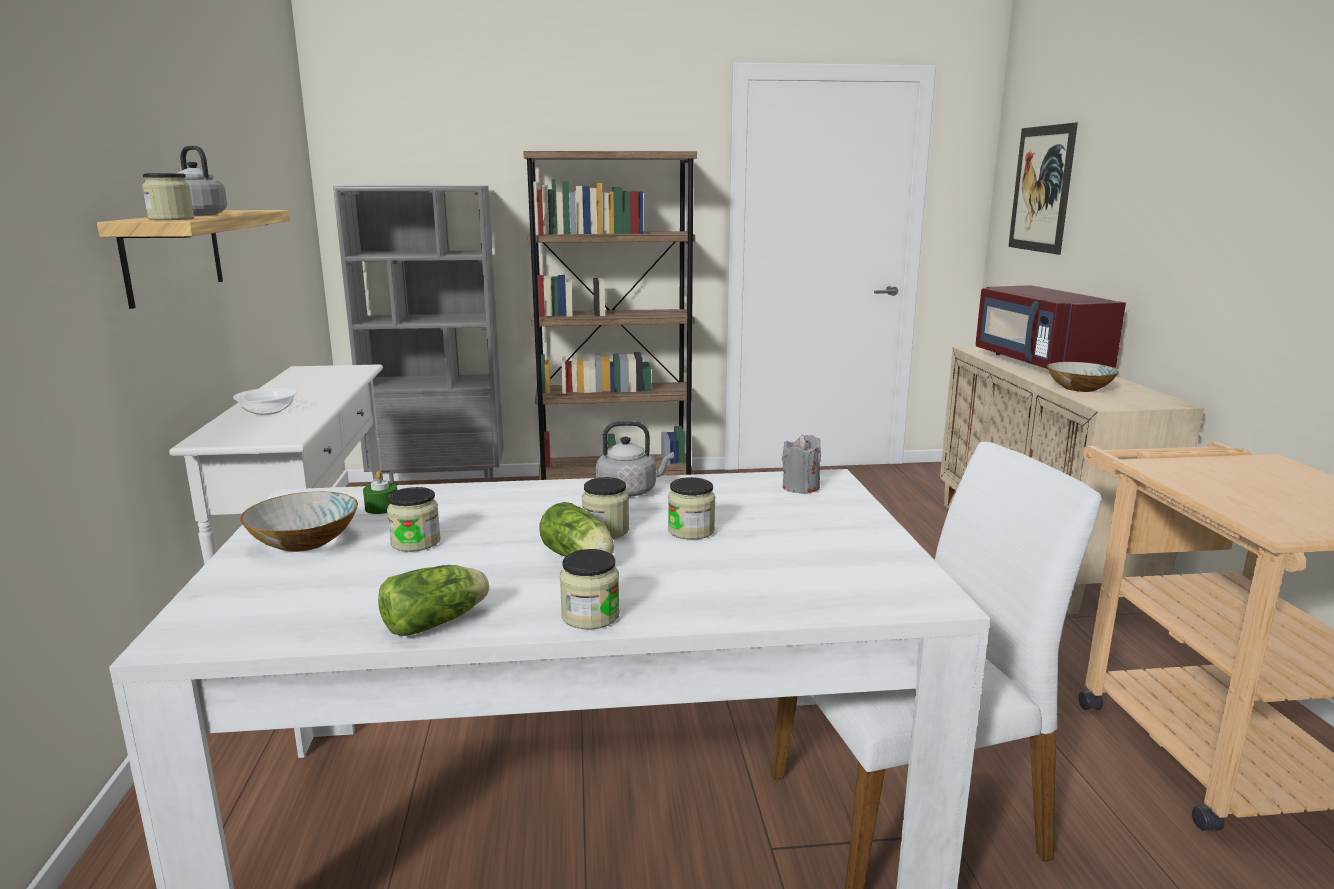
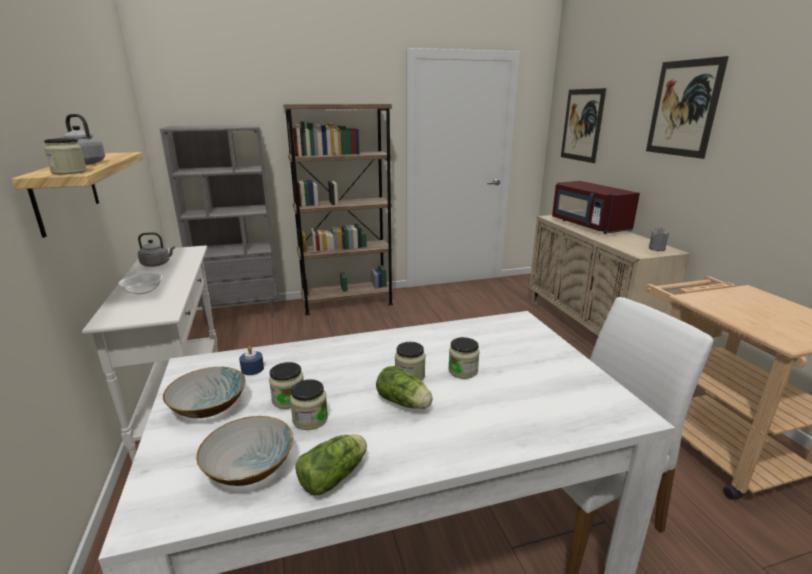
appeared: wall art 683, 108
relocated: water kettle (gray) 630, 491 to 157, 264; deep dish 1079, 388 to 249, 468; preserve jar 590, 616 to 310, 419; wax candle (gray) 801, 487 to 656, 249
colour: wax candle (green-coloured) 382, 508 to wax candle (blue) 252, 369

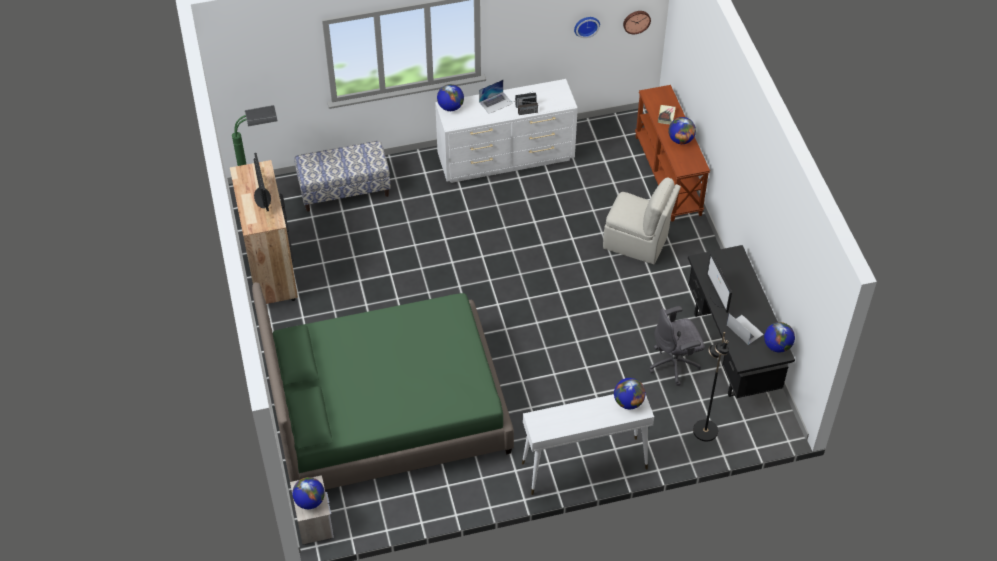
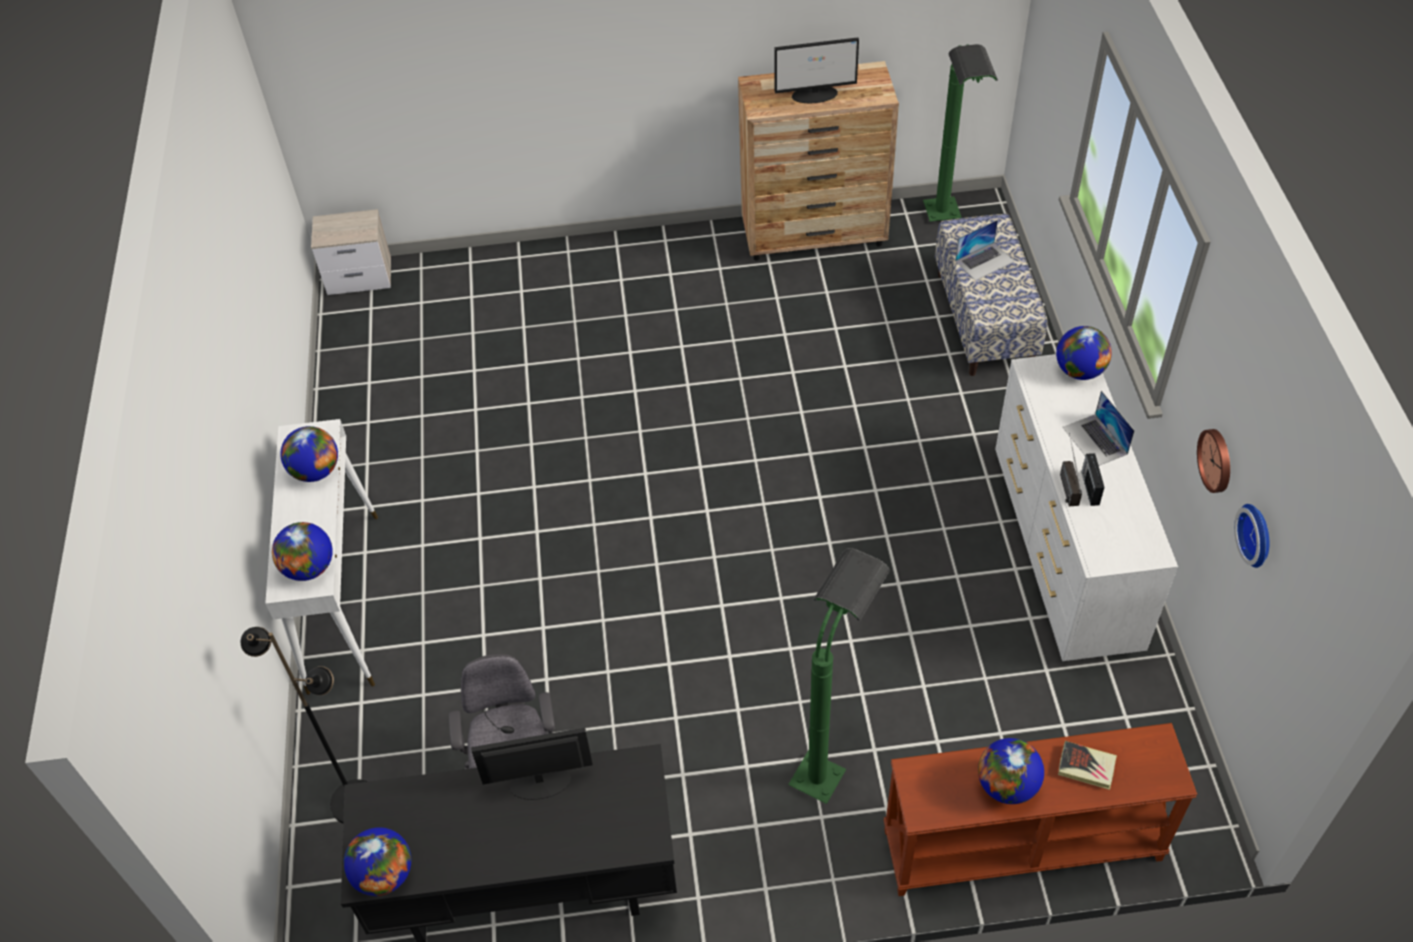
missing: bedroom bed (green-coloured) 387, 410
relocated: desk globe 310, 501 to 316, 471; laptop 744, 329 to 984, 261; clock on the wall 636, 21 to 1217, 460
exchanged: plain chair (sand-coloured) 637, 242 to floor lamp (green-coloured) 830, 754

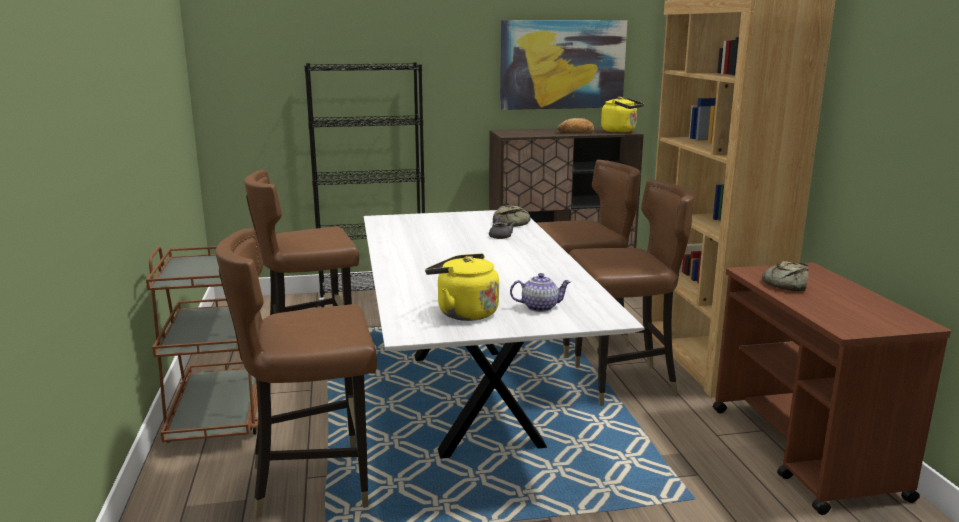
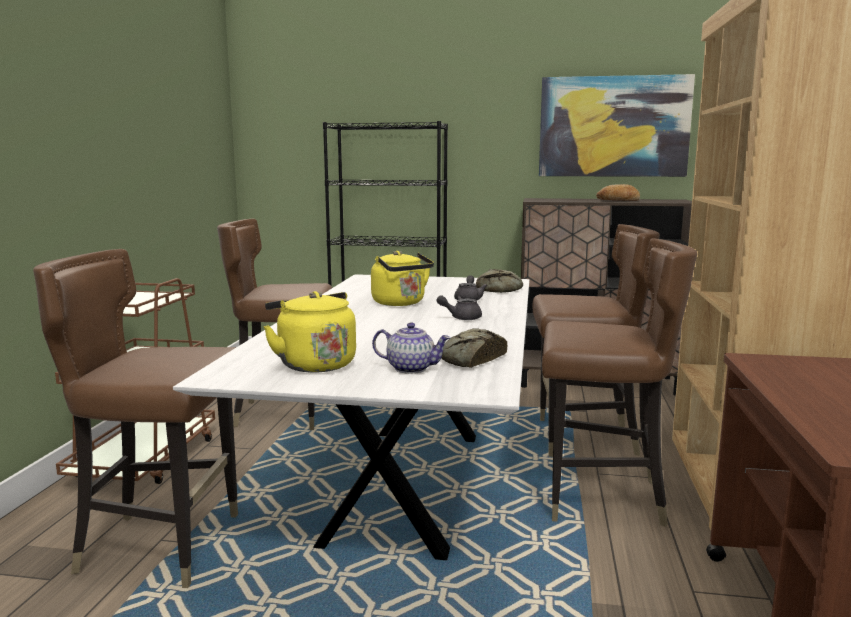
appeared: tea pot (gray) 461, 318
relocated: water kettle (yellow) 621, 131 to 401, 303; bakery bread 786, 284 to 471, 359

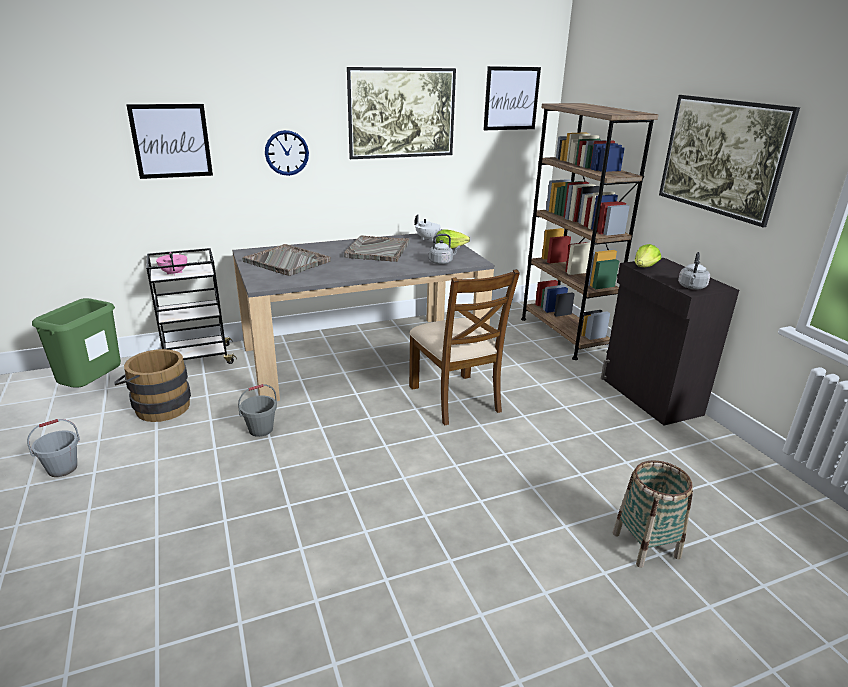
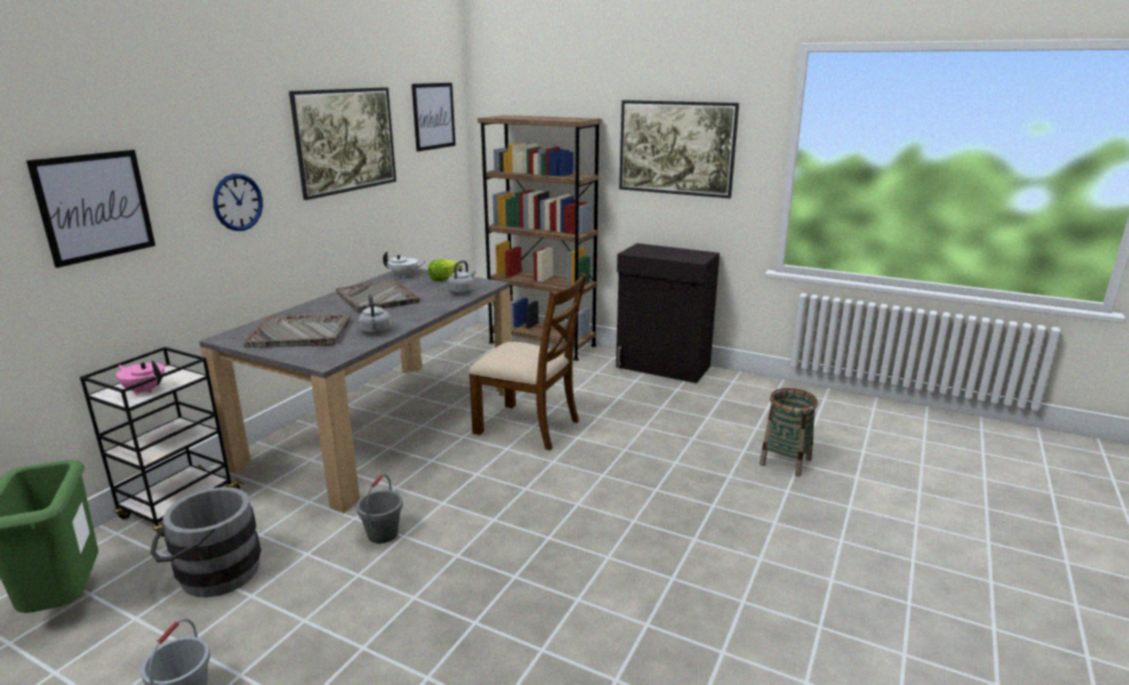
missing: head of lettuce 644, 268
relocated: water kettle (gray) 691, 287 to 375, 332
colour: water bucket (brownish) 158, 407 to water bucket (gray) 212, 574

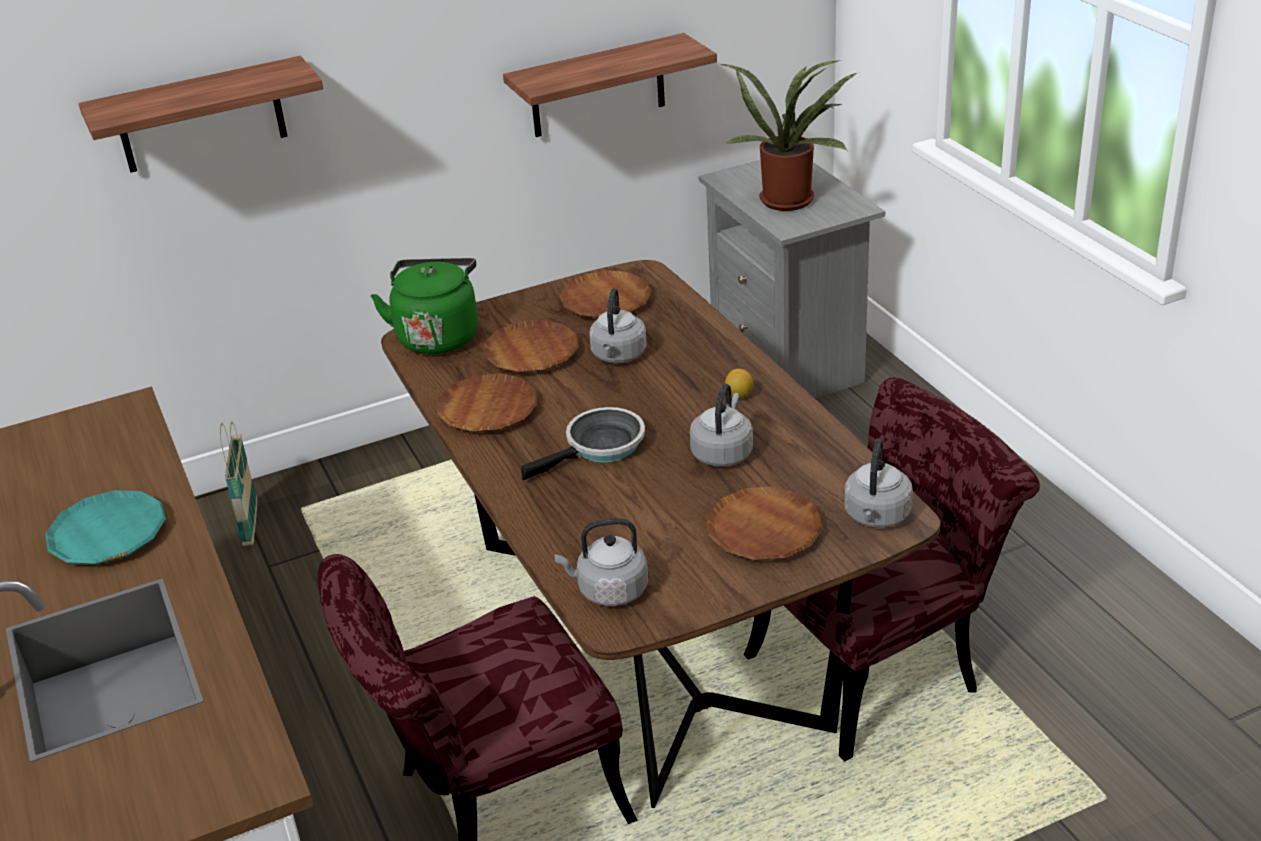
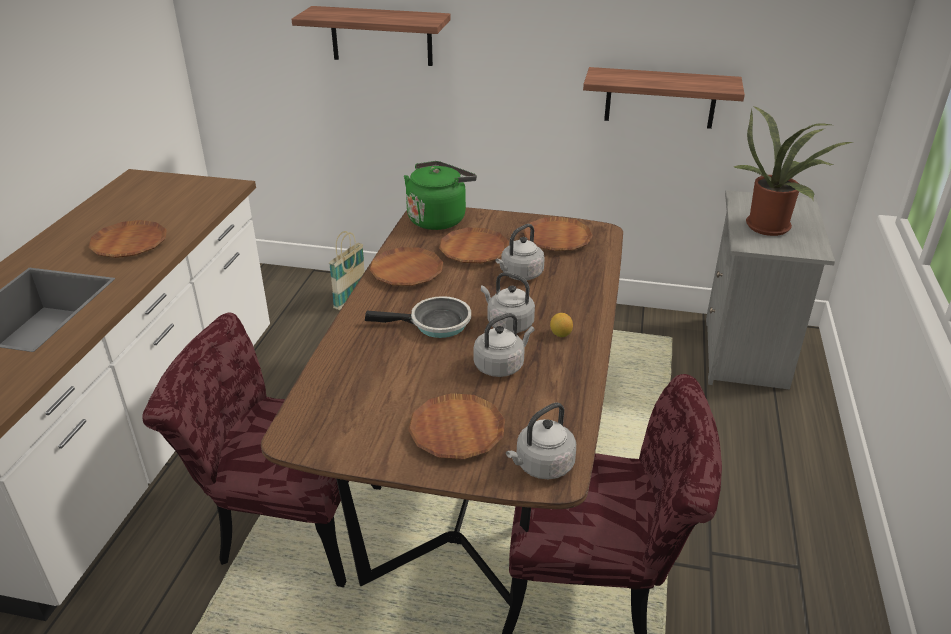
relocated: water kettle (gray) 609, 591 to 508, 324
colour: plate (turquoise) 108, 534 to plate (brownish) 129, 244

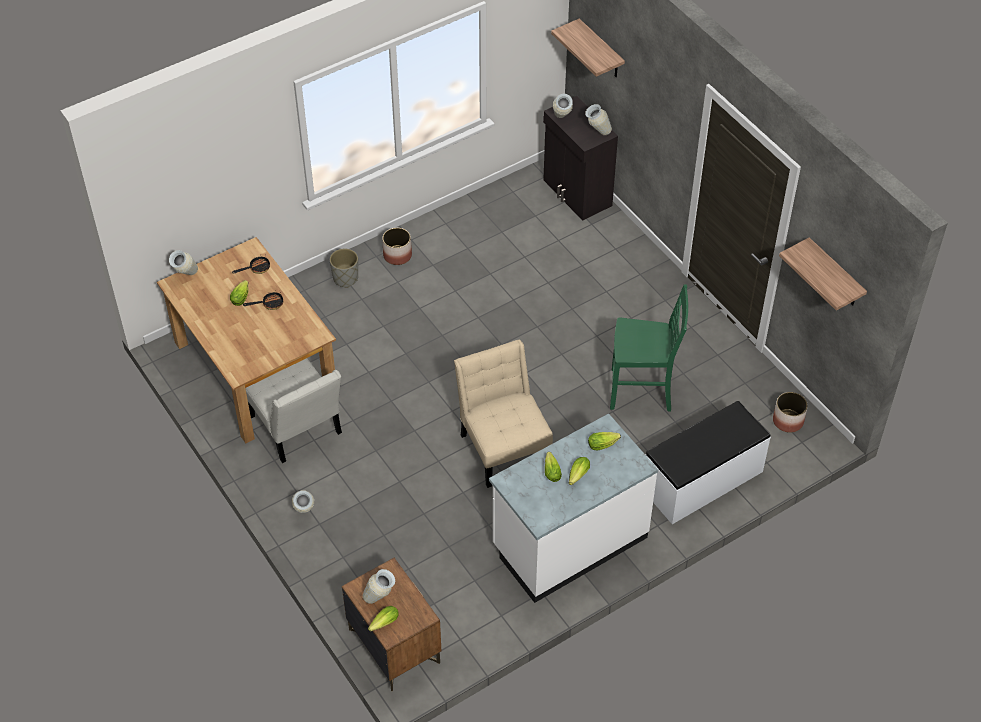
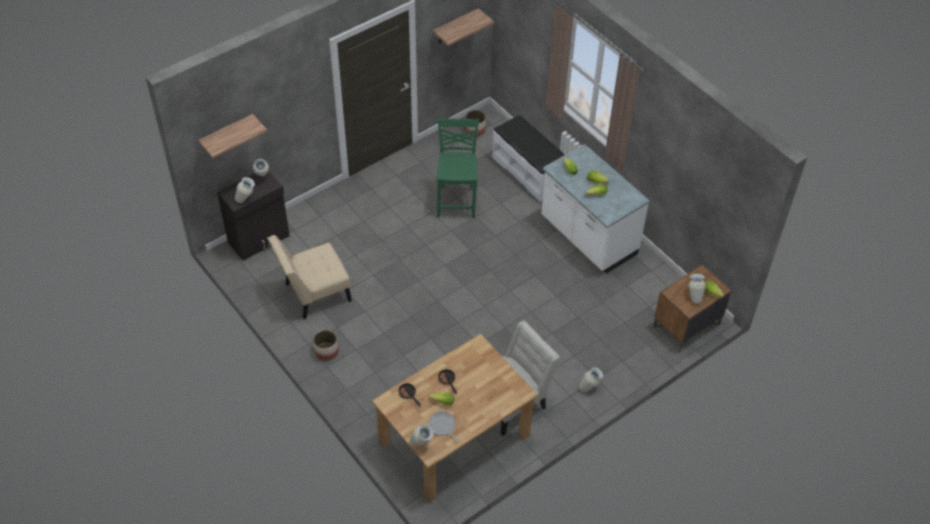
missing: planter (gray) 345, 278
appeared: skillet 443, 426
relocated: plain chair (sand-coloured) 503, 446 to 314, 293

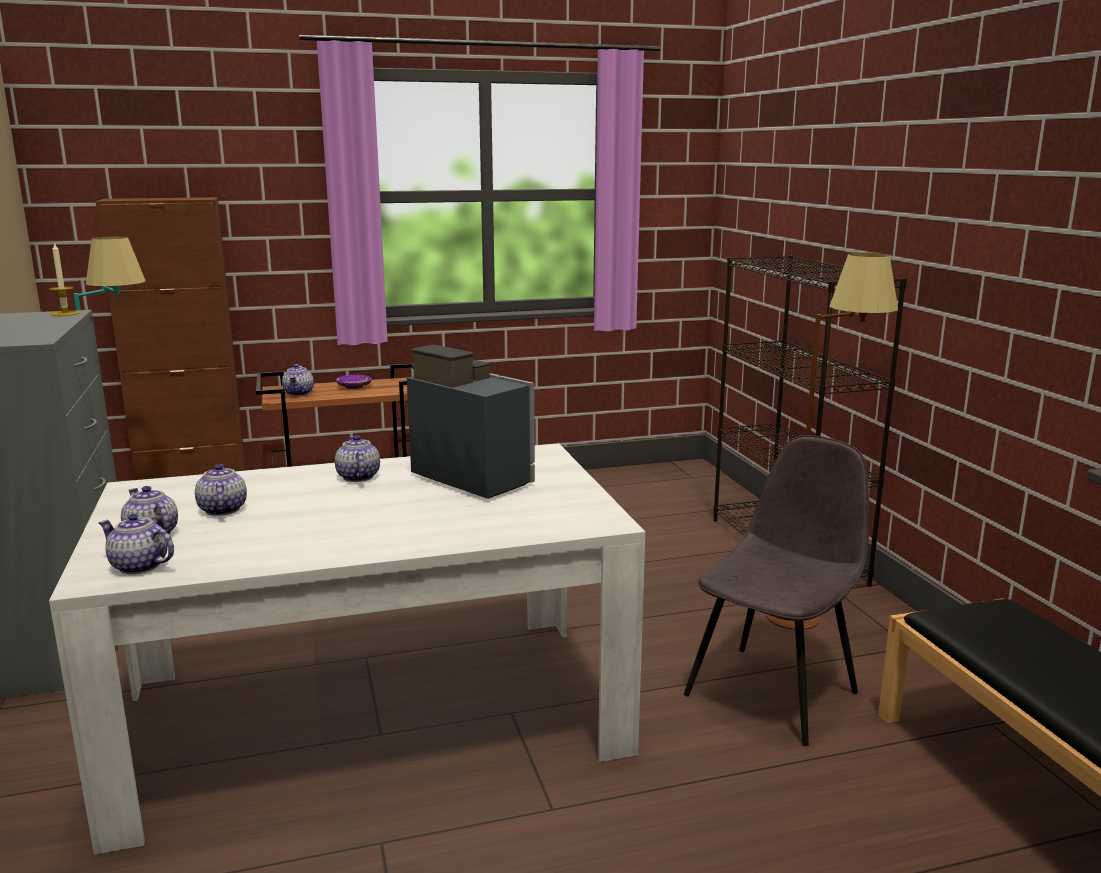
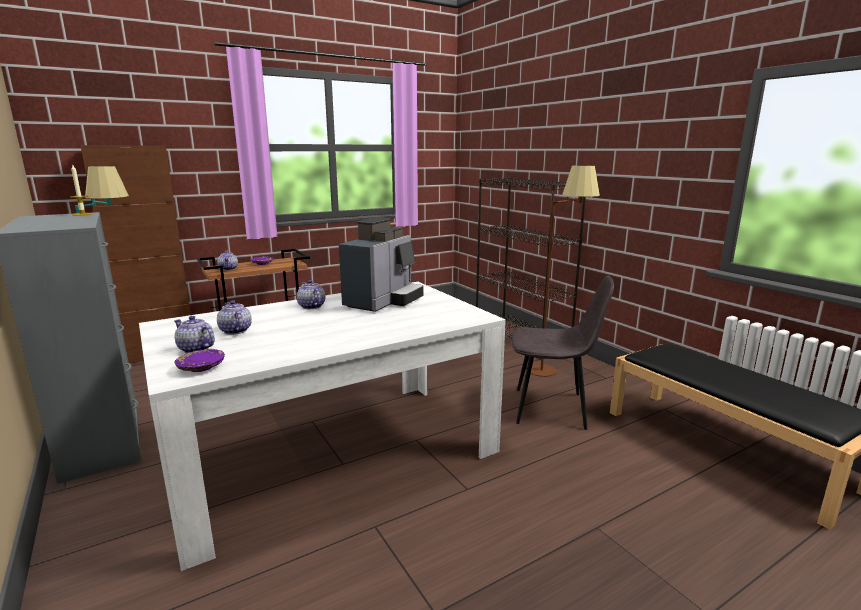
exchanged: tea pot 138, 566 to plate (purple) 201, 368
spun: coffee brewer 474, 477 = 383, 301 90 degrees clockwise; plain chair (gray) 773, 692 = 552, 408 75 degrees clockwise

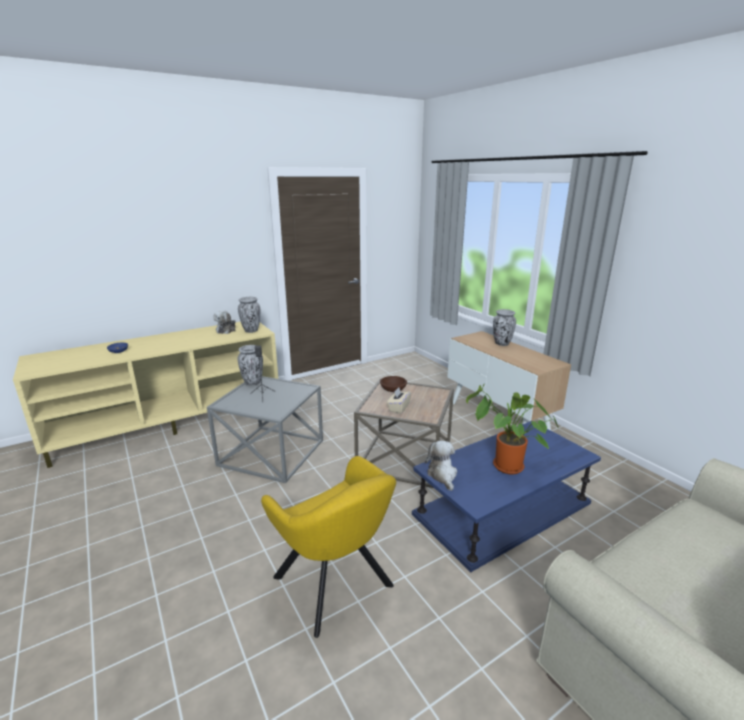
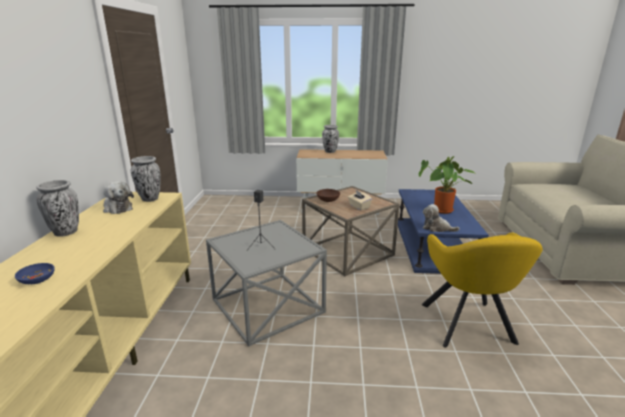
relocated: decorative vase 252, 382 to 66, 232
spun: armchair (yellow) 336, 586 = 468, 326 90 degrees clockwise

